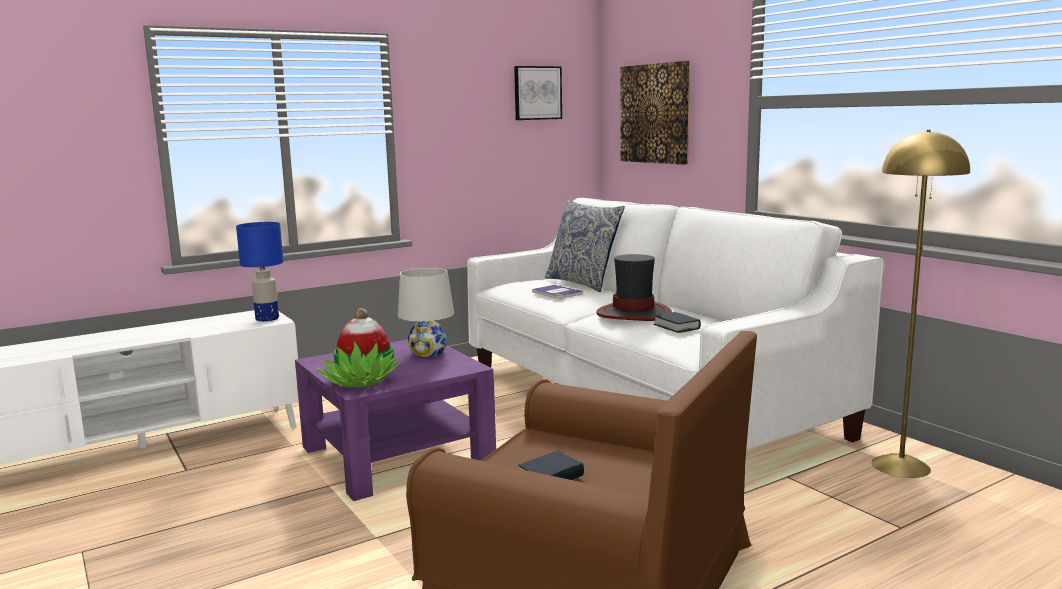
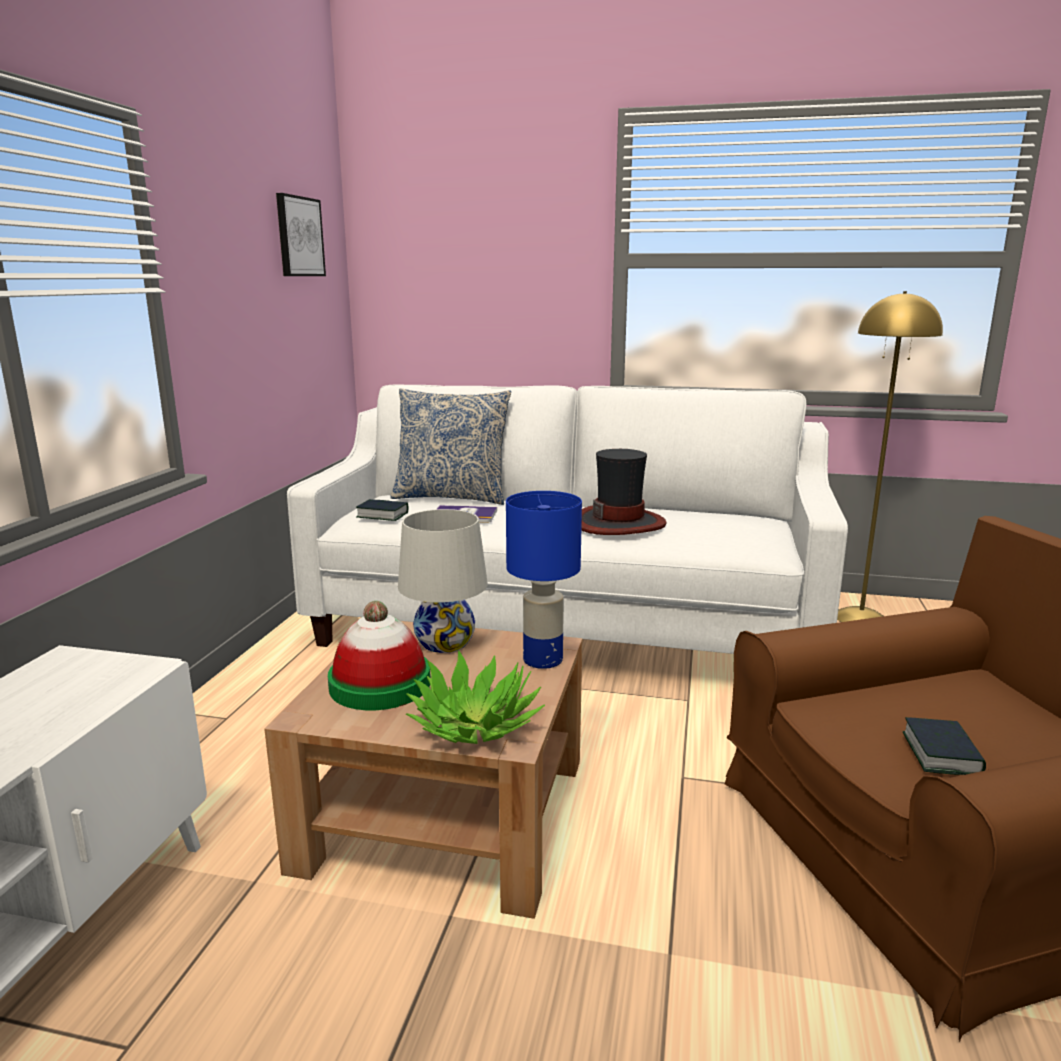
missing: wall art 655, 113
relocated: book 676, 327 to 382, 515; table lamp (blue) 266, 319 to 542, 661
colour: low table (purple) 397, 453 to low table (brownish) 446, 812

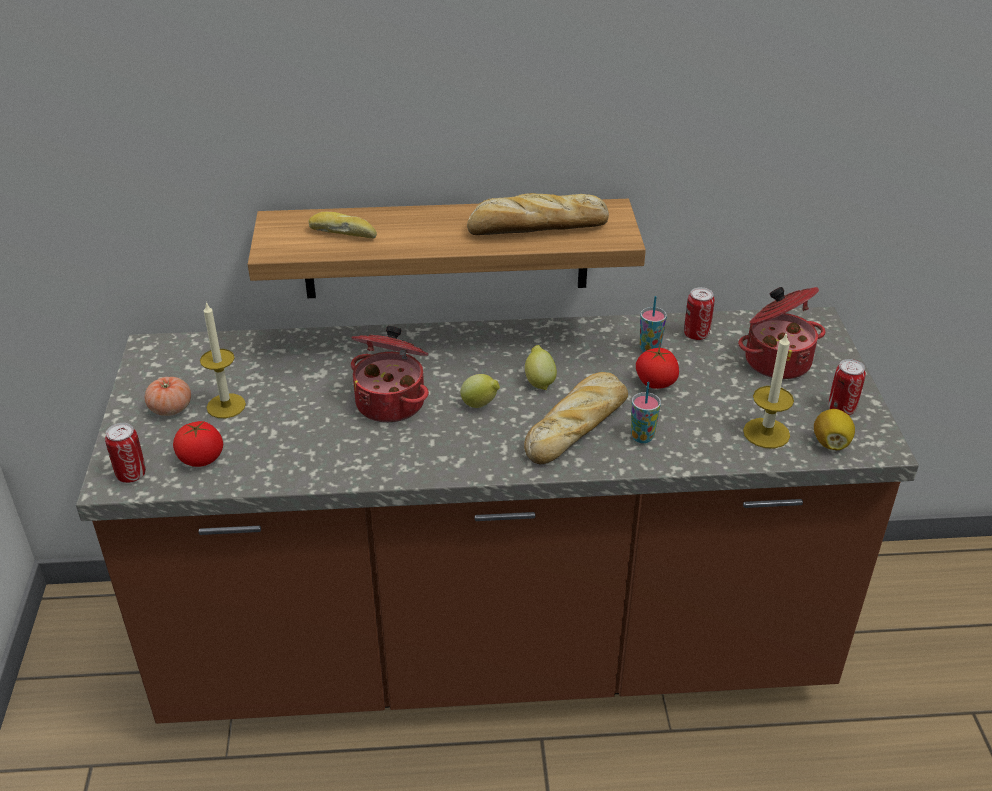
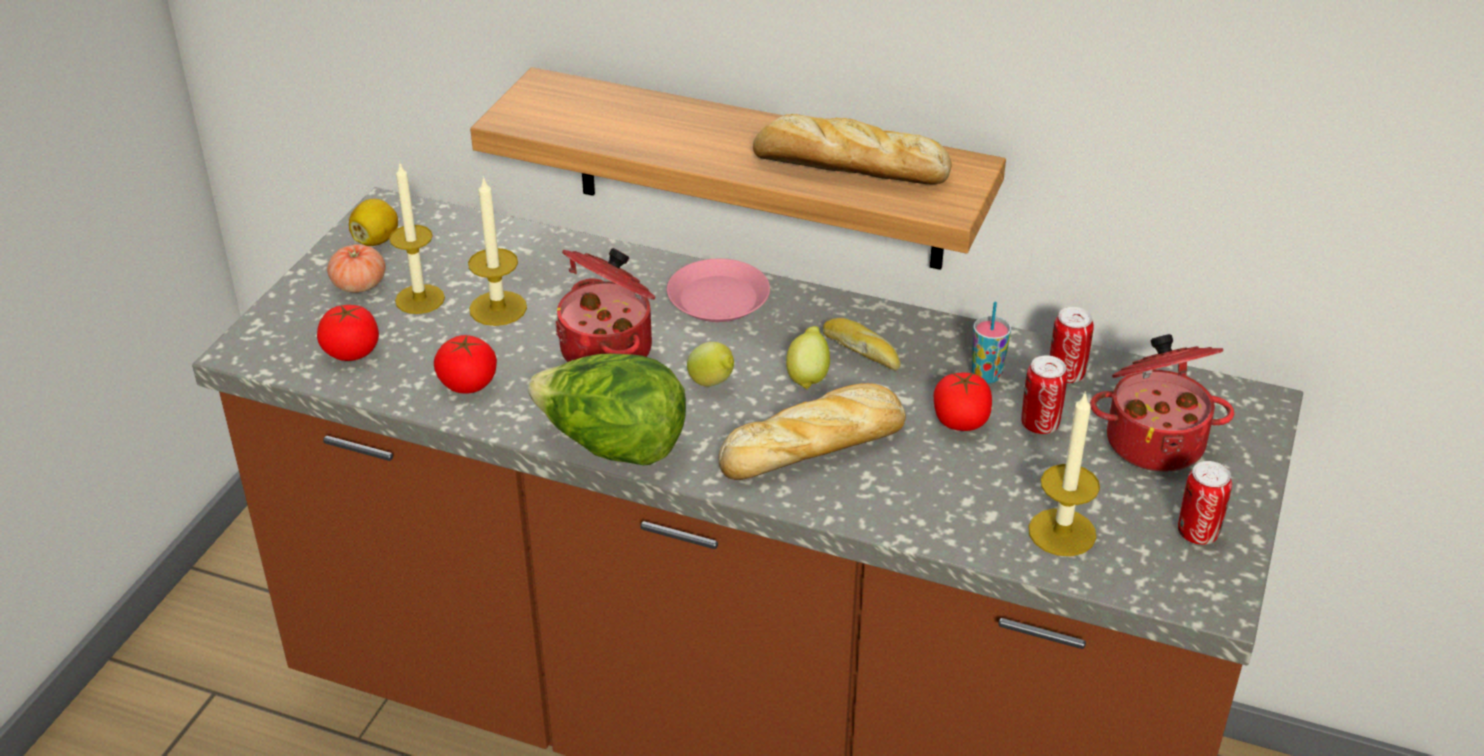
missing: small cup 642, 437
appeared: fresh tomato 468, 384; wax candle 498, 308; head of lettuce 613, 447; plate (pink-coloured) 717, 299
relocated: citrus fruit 831, 443 to 376, 240; bakery bread 343, 233 to 862, 351; sealed can 131, 475 to 1039, 424

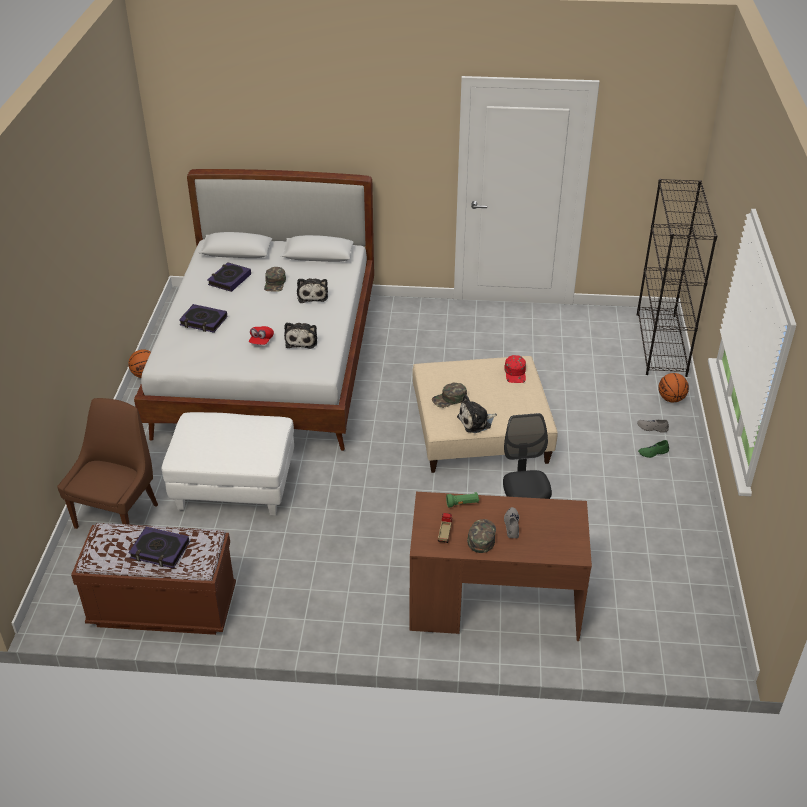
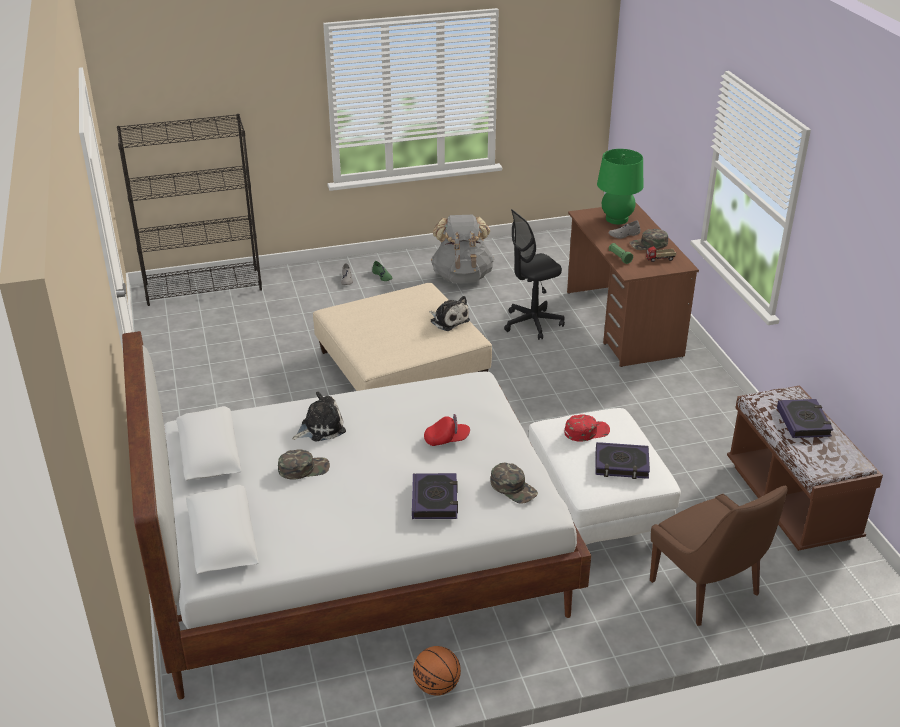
missing: cuddly toy 302, 340; basketball 671, 399
appeared: rucksack (gray) 462, 276; table lamp (green-coloured) 616, 219
relocated: peaked cap (green-coloured) 449, 399 to 513, 488; peaked cap (red-coloured) 515, 373 to 586, 431; book 229, 279 to 621, 464
spun: plain chair (brownish) 118, 514 = 707, 590 120 degrees counterclockwise

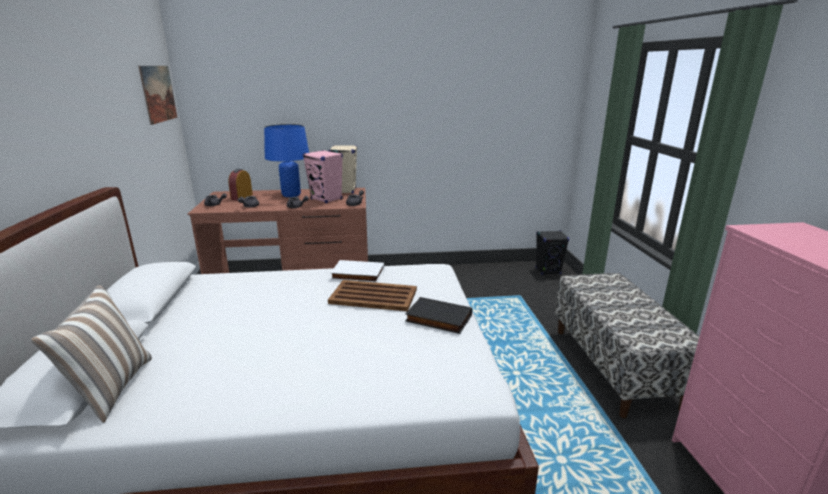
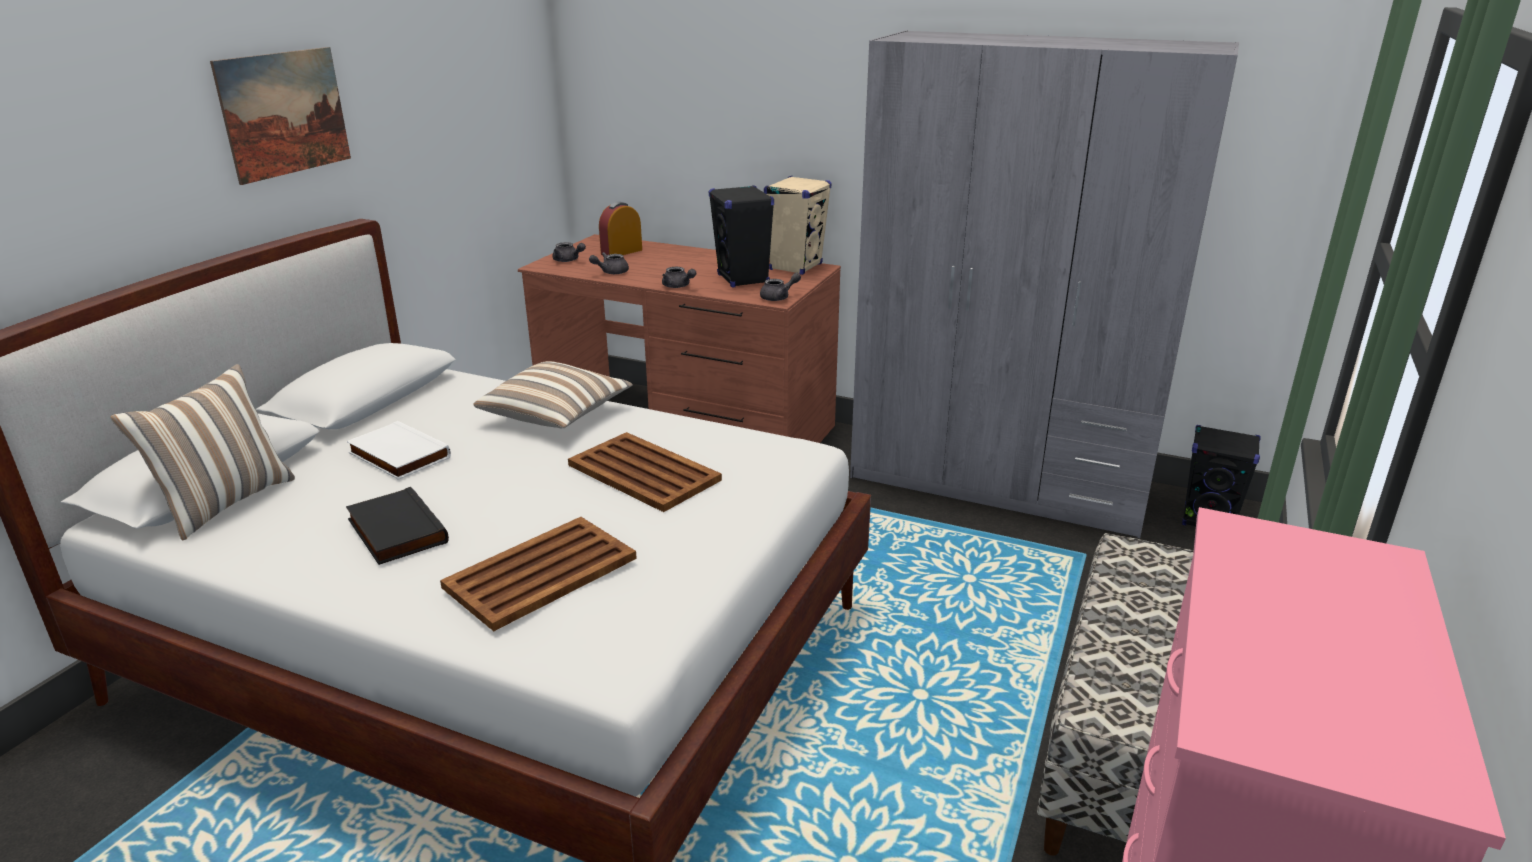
missing: table lamp (blue) 291, 195
appeared: serving tray (brownish) 543, 572; throw pillow 557, 415; wardrobe (gray) 999, 482
relocated: wall art 158, 93 to 284, 113; book (white-coloured) 357, 275 to 397, 456; book (blackish) 437, 319 to 394, 531
colour: loudspeaker (pink-coloured) 326, 199 to loudspeaker (blackish) 743, 279

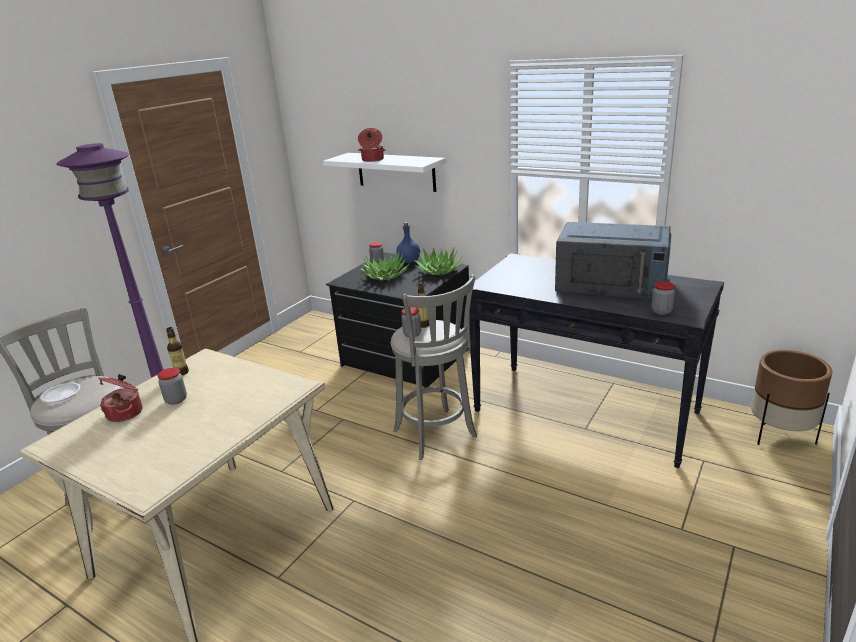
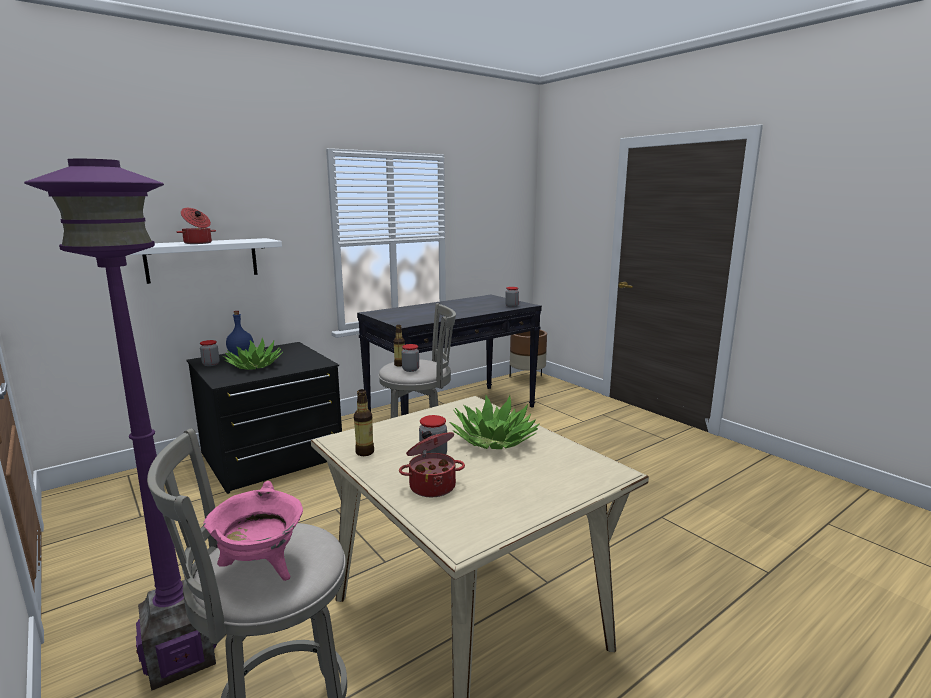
missing: microwave oven (blue) 612, 282
relocated: houseplant 439, 270 to 494, 440
exchanged: plate (white-coloured) 61, 394 to saucepot (pink-coloured) 262, 568

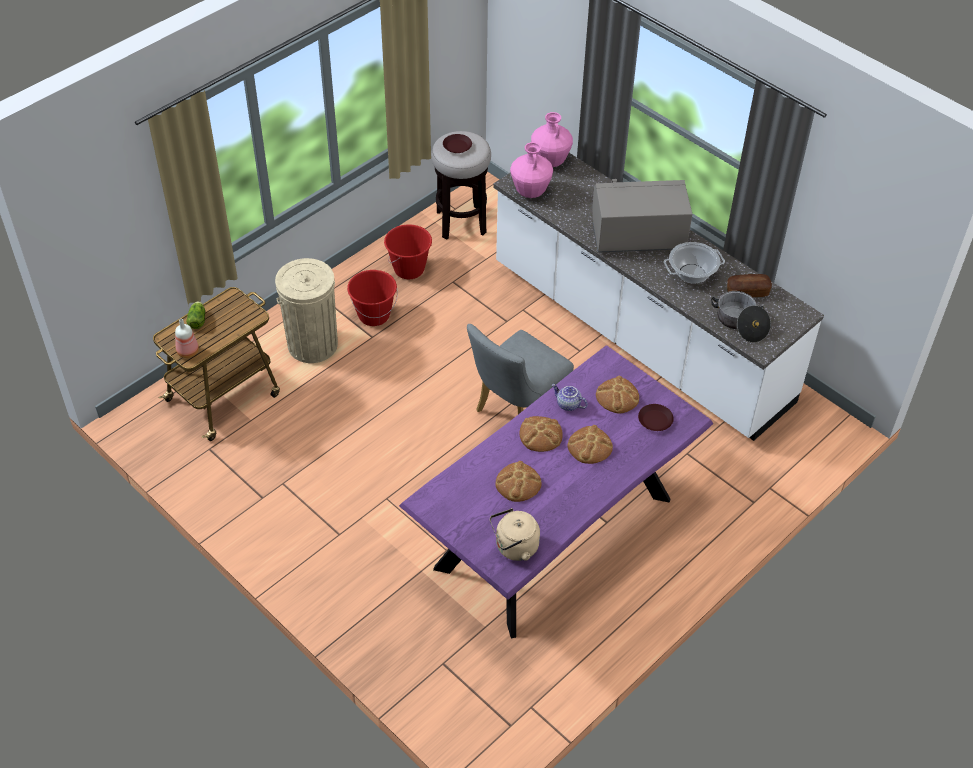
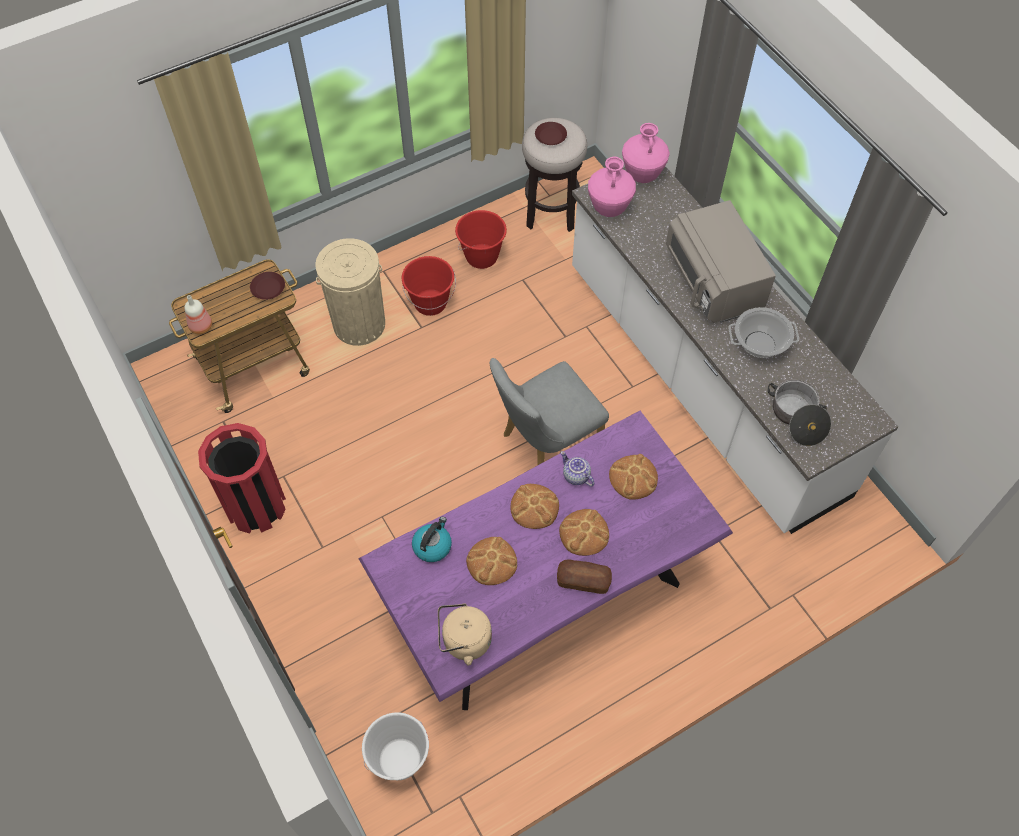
missing: head of lettuce 198, 319
appeared: trash can (red-coloured) 256, 506; water bucket (white-coloured) 400, 759; water kettle 432, 546
relocated: plate (brownish) 654, 420 to 267, 288; bakery bread 747, 292 to 583, 581
spun: microwave oven (gray) 637, 234 = 712, 282 120 degrees counterclockwise

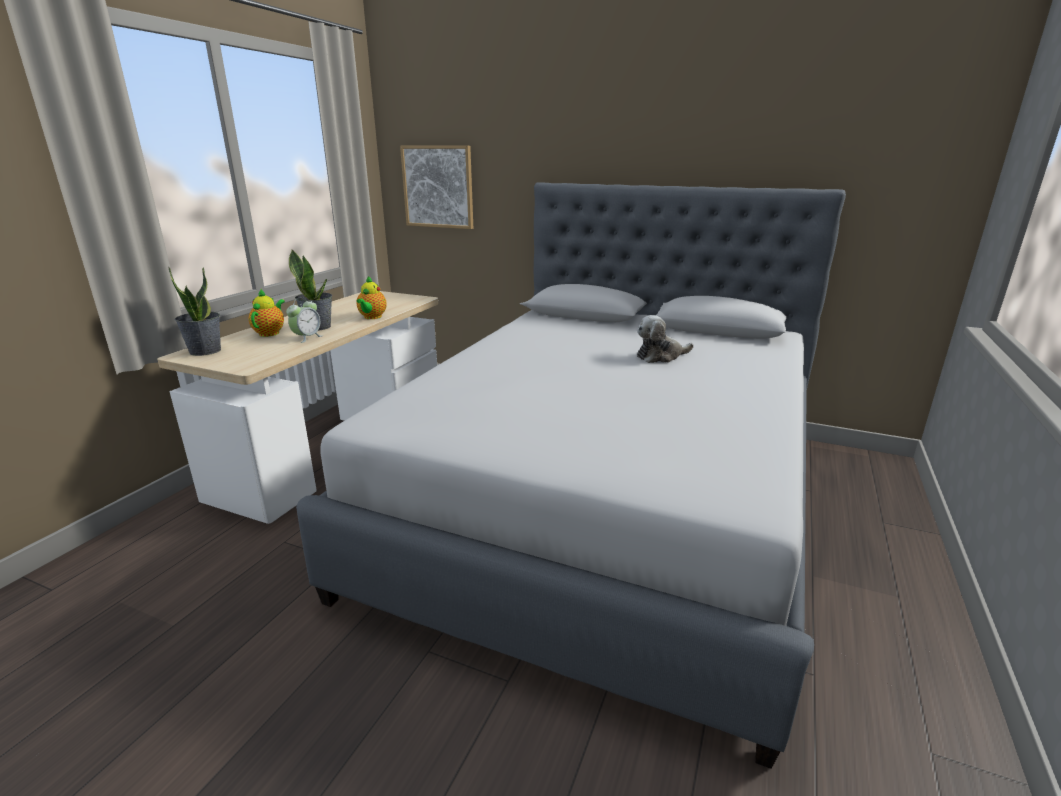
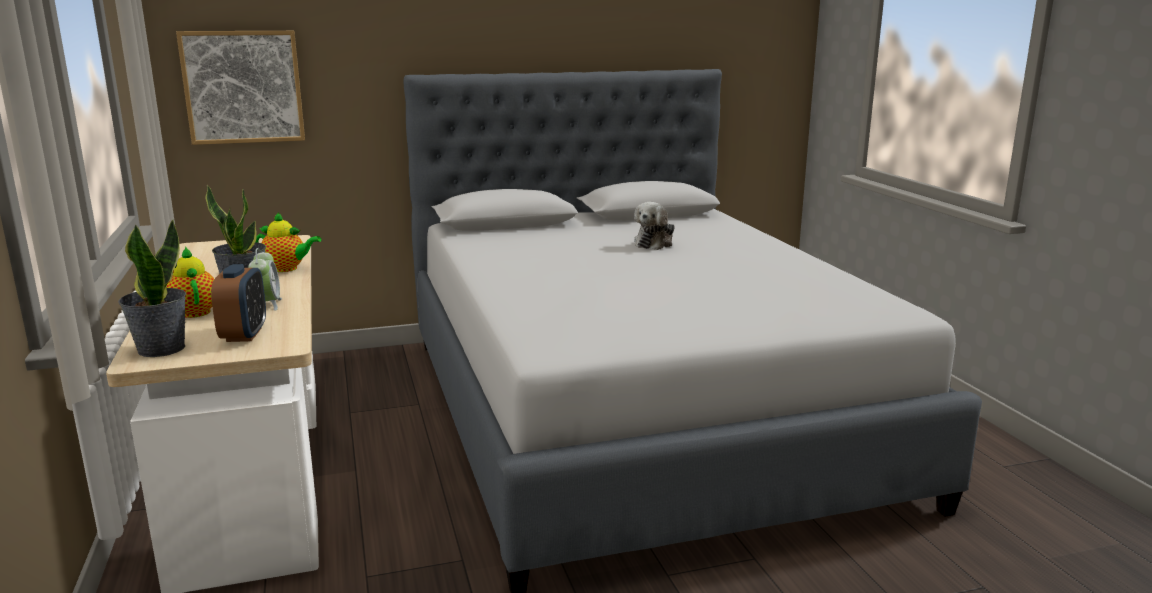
appeared: table clock 244, 334
spun: tea pot 372, 317 = 287, 269 45 degrees counterclockwise

